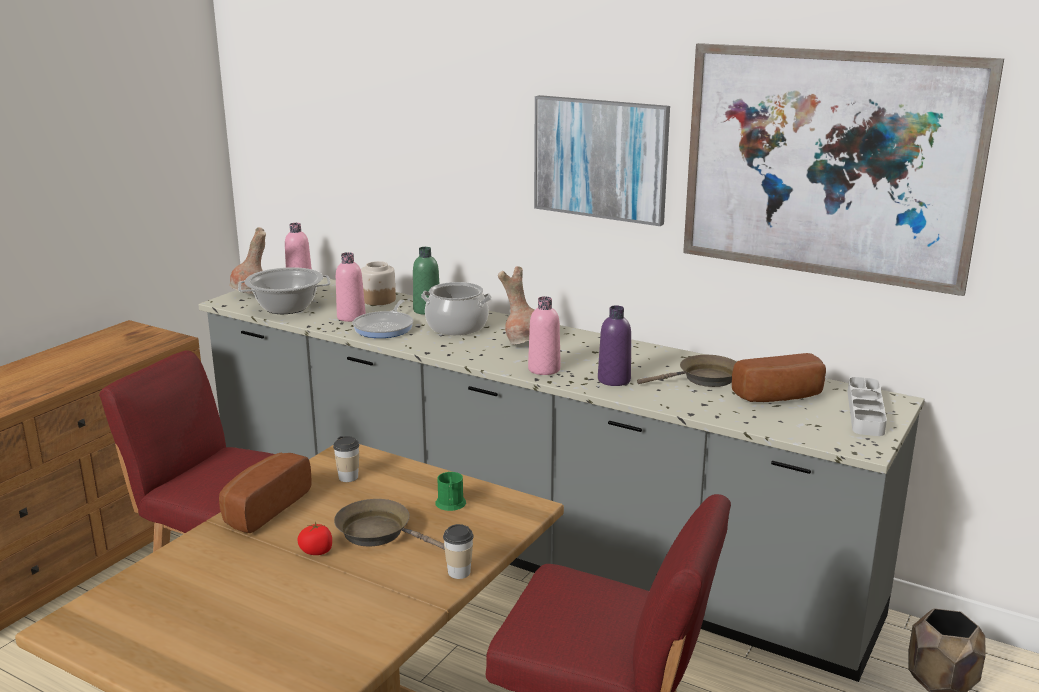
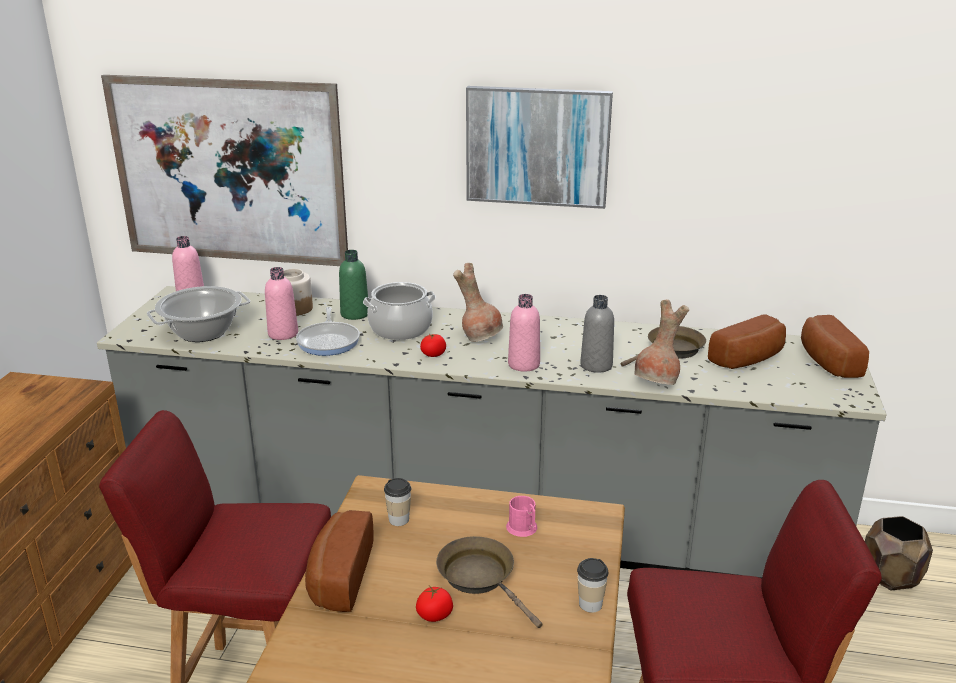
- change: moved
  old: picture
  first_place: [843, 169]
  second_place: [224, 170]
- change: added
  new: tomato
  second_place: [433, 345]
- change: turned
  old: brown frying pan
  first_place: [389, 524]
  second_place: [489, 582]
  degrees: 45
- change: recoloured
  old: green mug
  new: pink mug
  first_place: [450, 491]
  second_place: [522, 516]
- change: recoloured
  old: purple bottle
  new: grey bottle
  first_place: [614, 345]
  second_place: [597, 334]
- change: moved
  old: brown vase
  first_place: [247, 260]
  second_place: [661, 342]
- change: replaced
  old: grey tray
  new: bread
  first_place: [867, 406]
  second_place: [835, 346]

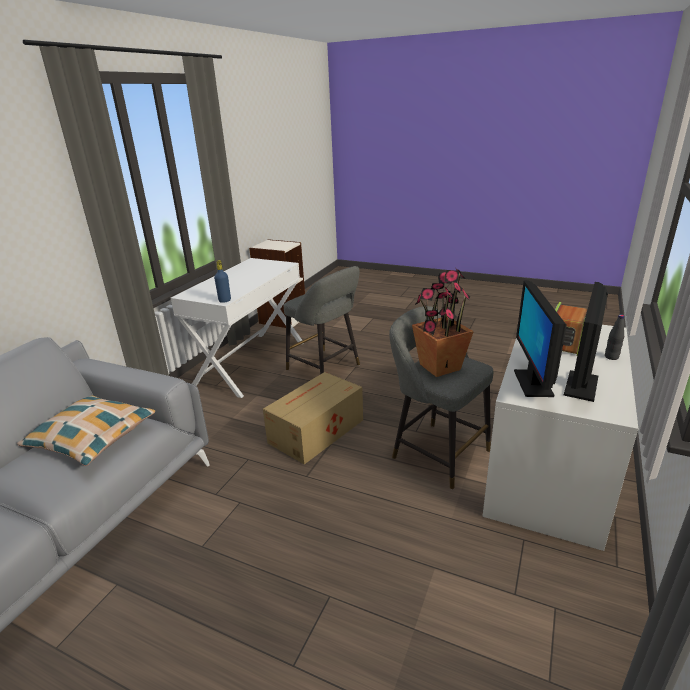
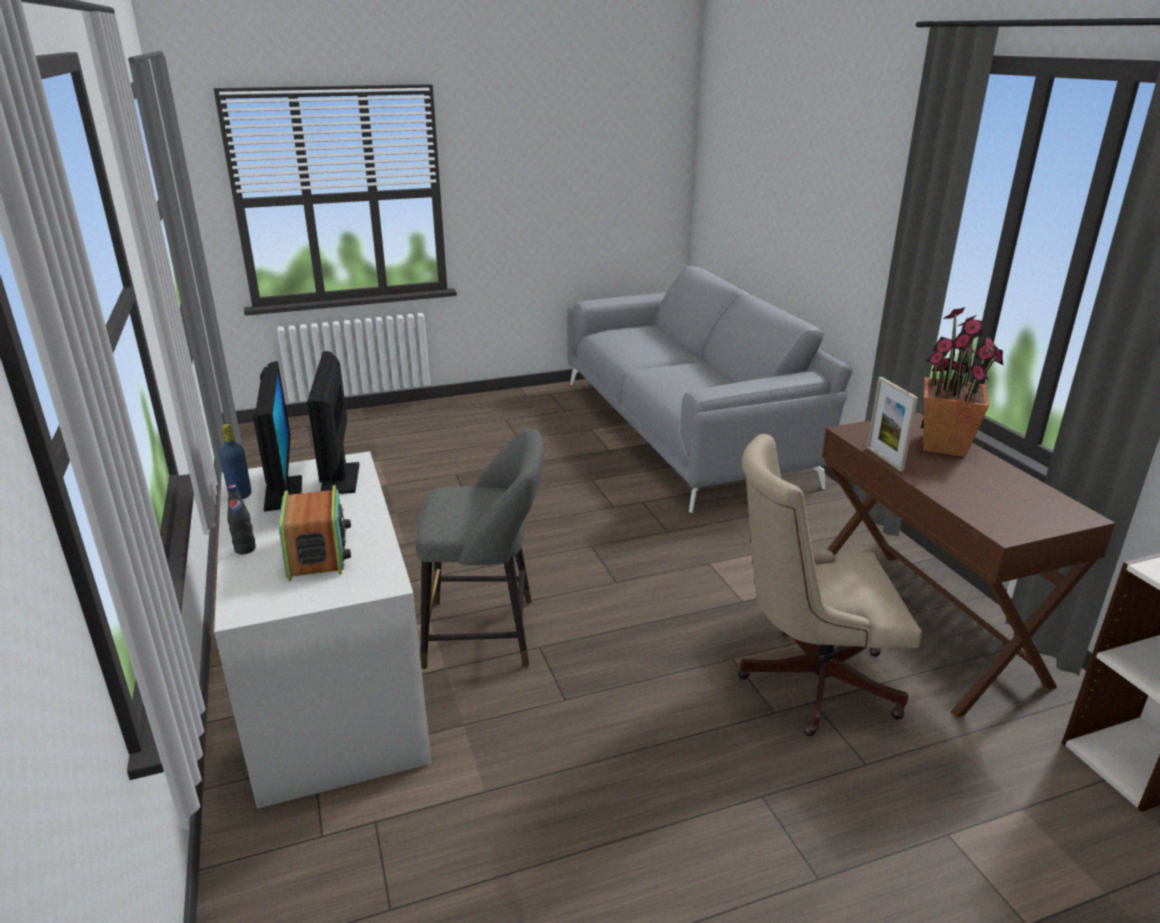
- change: moved
  old: blue bottle
  first_place: [222, 281]
  second_place: [235, 461]
- change: turned
  old: monitor
  first_place: [540, 338]
  second_place: [333, 422]
  degrees: -150
- change: replaced
  old: grey stool
  new: beige office chair
  first_place: [322, 320]
  second_place: [830, 585]
- change: recoloured
  old: white desk
  new: brown desk
  first_place: [237, 328]
  second_place: [969, 565]
- change: added
  new: picture frame
  second_place: [892, 424]
- change: moved
  old: potted plant
  first_place: [443, 323]
  second_place: [962, 382]
- change: removed
  old: pillow
  first_place: [86, 430]
- change: removed
  old: cardboard box
  first_place: [313, 418]

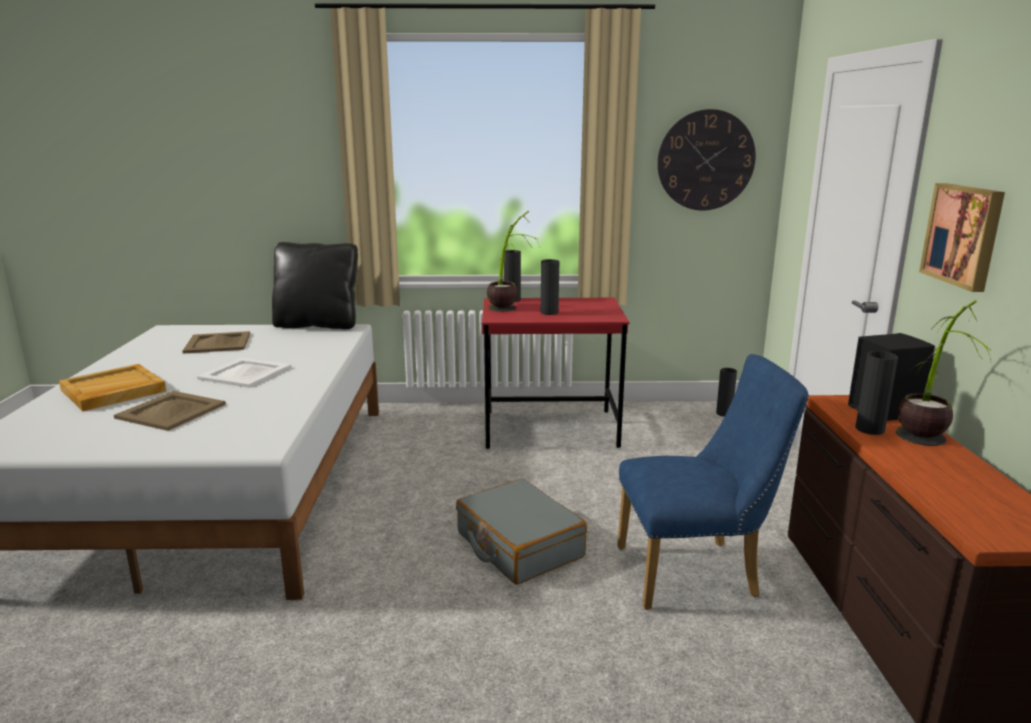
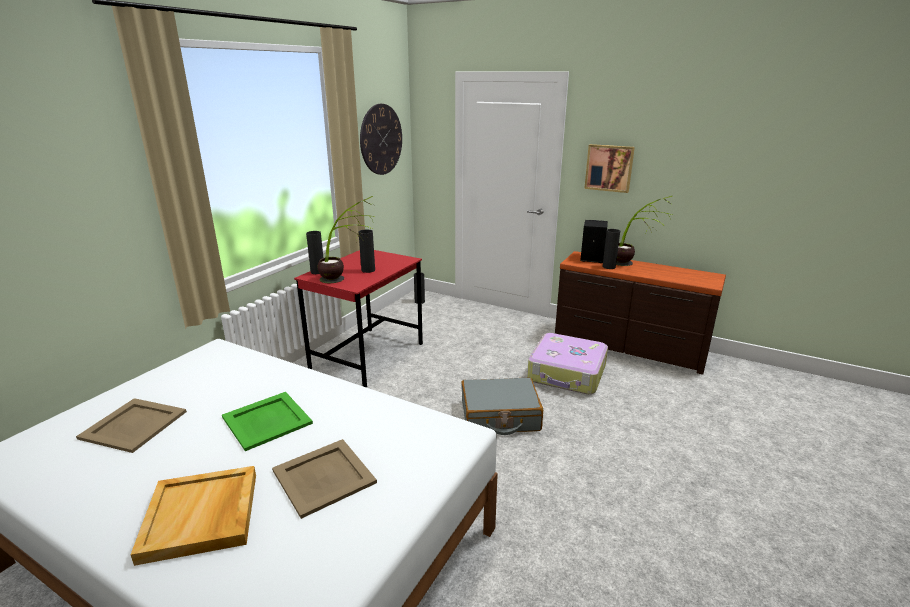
- change: recoloured
  old: white tray
  new: green tray
  first_place: [244, 373]
  second_place: [267, 421]
- change: replaced
  old: blue chair
  new: suitcase
  first_place: [713, 482]
  second_place: [567, 363]
- change: removed
  old: black pillow
  first_place: [315, 285]

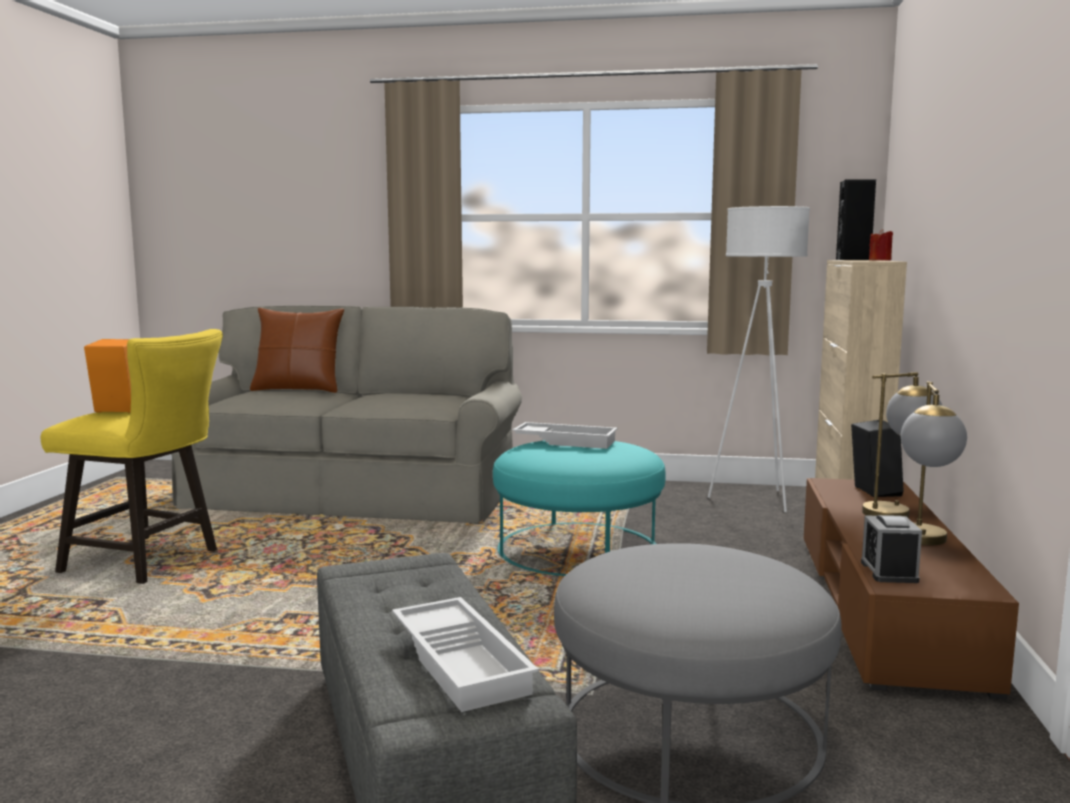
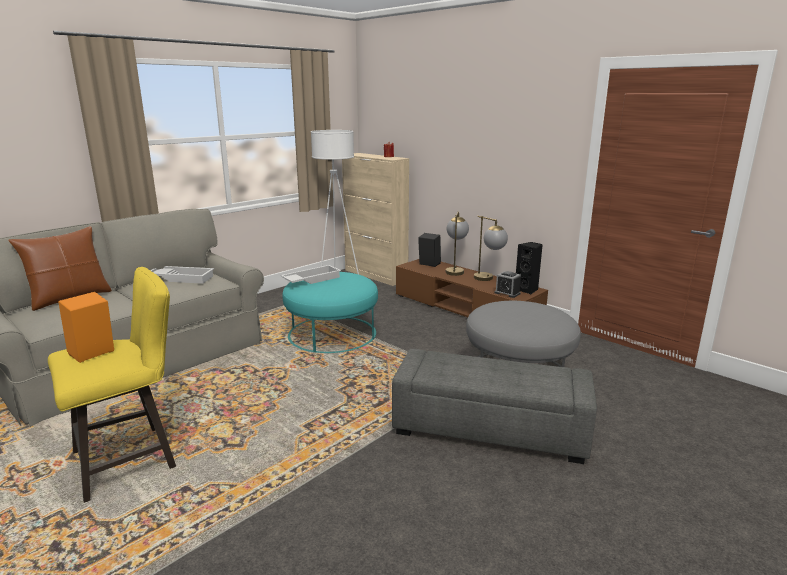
- change: moved
  old: white tray
  first_place: [465, 654]
  second_place: [182, 275]
- change: moved
  old: black speaker
  first_place: [856, 219]
  second_place: [529, 268]

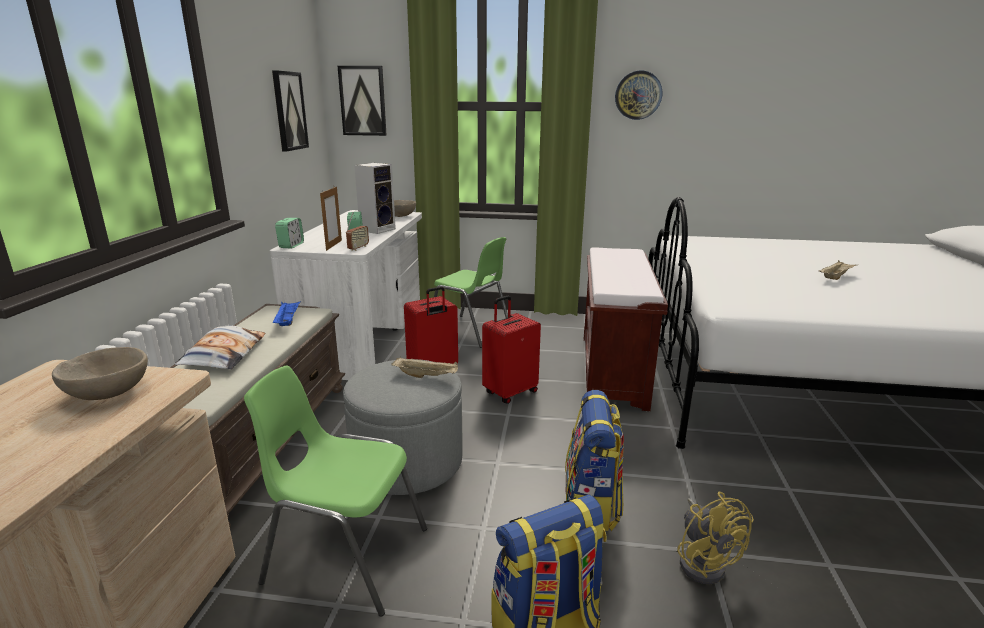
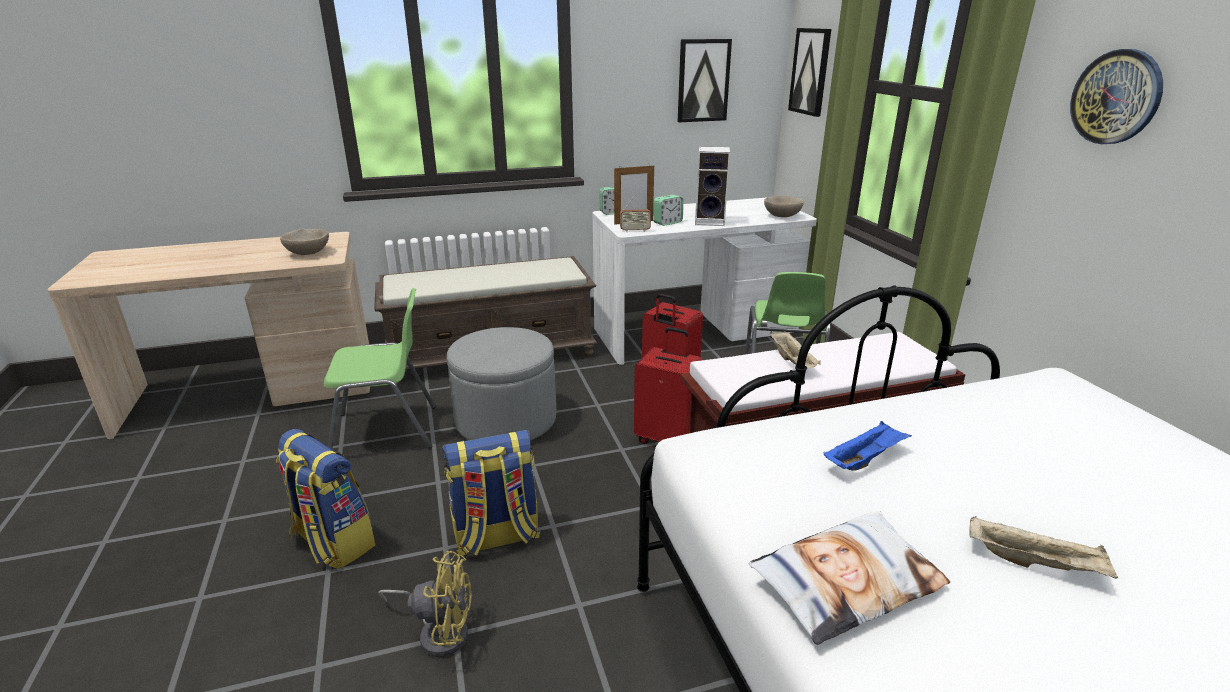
- change: turned
  old: green chair
  first_place: [335, 491]
  second_place: [380, 369]
  degrees: 90
- change: turned
  old: yellow fan
  first_place: [715, 537]
  second_place: [425, 604]
  degrees: -135
- change: moved
  old: pillow
  first_place: [220, 348]
  second_place: [849, 578]
- change: moved
  old: beige tray
  first_place: [424, 367]
  second_place: [795, 349]
- change: moved
  old: blue tray
  first_place: [287, 313]
  second_place: [868, 446]

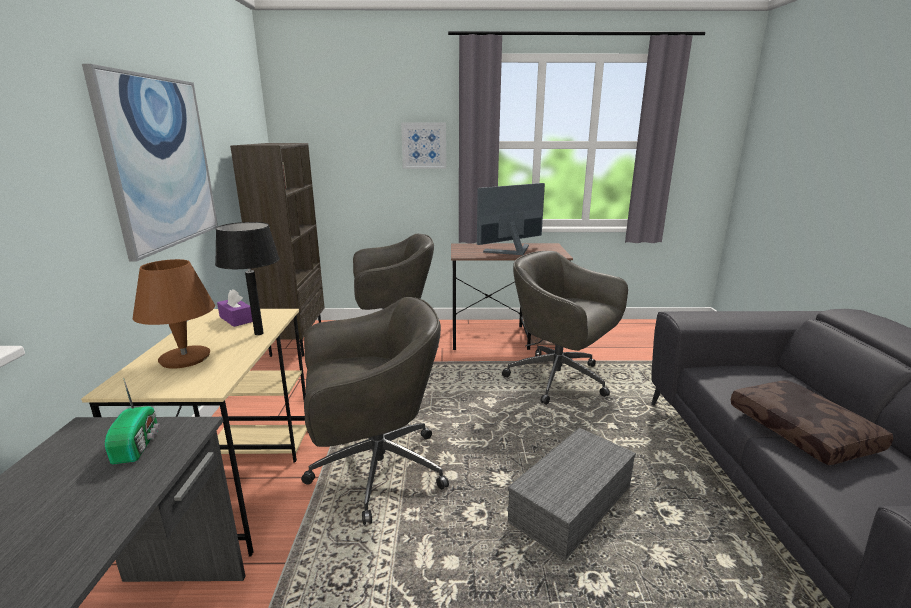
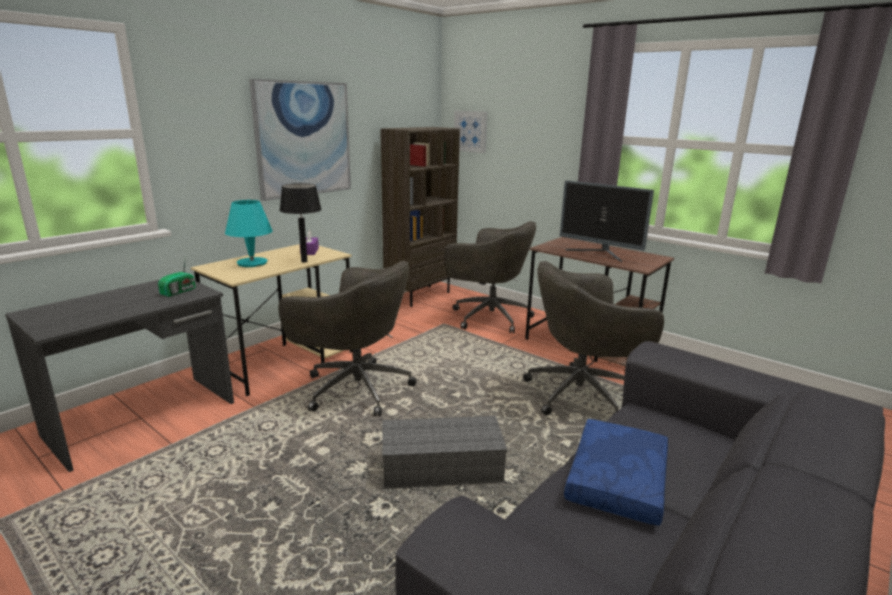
- change: recoloured
  old: brown table lamp
  new: turquoise table lamp
  first_place: [174, 314]
  second_place: [249, 233]
- change: moved
  old: picture
  first_place: [423, 145]
  second_place: [471, 132]
- change: turned
  old: grey office chair
  first_place: [565, 328]
  second_place: [593, 338]
  degrees: -90
- change: turned
  old: monitor
  first_place: [511, 219]
  second_place: [607, 221]
  degrees: -150
- change: recoloured
  old: brown pillow
  new: blue pillow
  first_place: [812, 422]
  second_place: [616, 472]

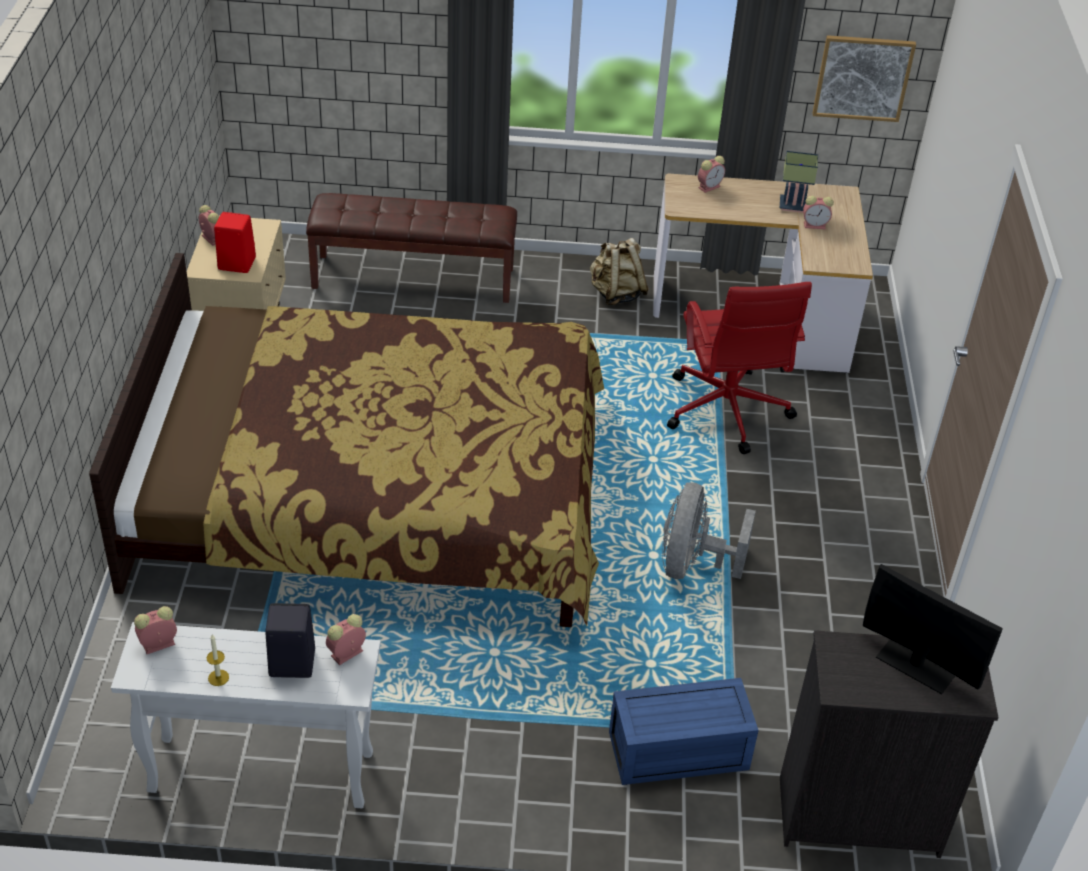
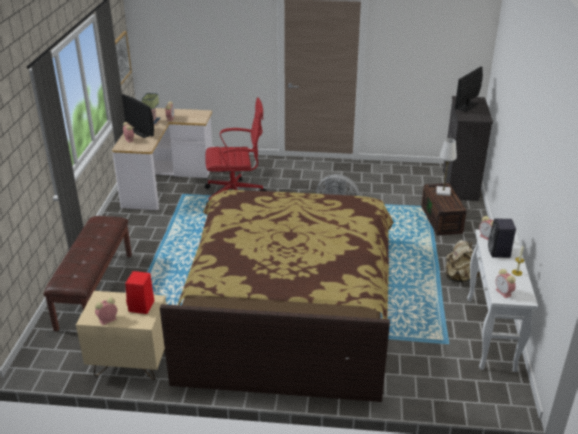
- change: added
  new: monitor
  second_place: [138, 116]
- change: recoloured
  old: blue storage box
  new: brown storage box
  first_place: [684, 731]
  second_place: [444, 209]
- change: added
  new: white table lamp
  second_place: [446, 167]
- change: moved
  old: beige backpack
  first_place: [619, 271]
  second_place: [462, 261]

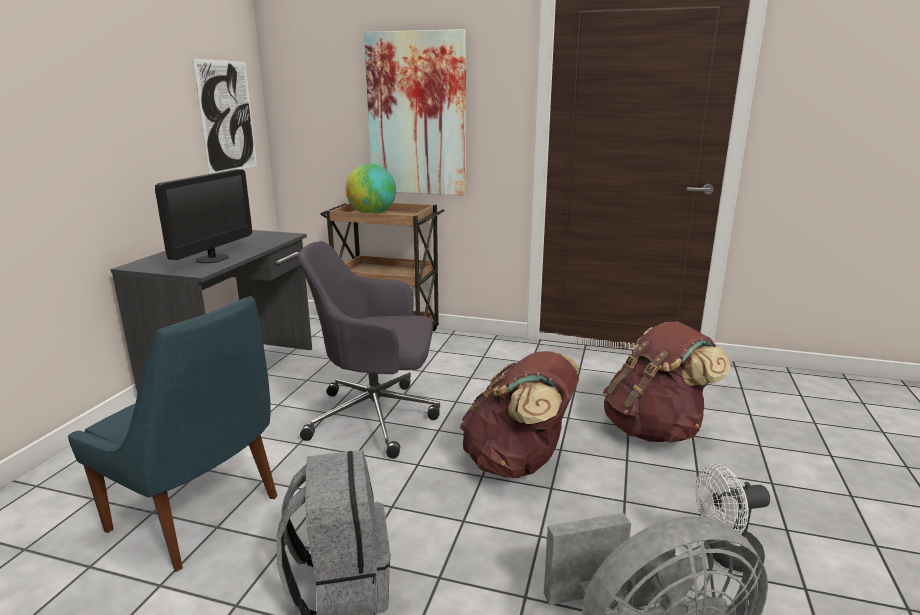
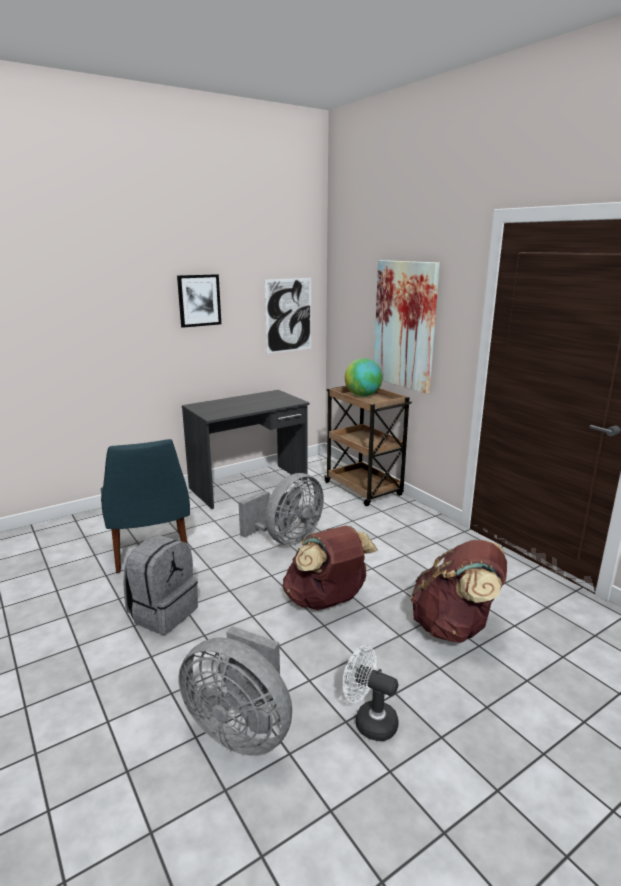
- change: added
  new: picture
  second_place: [199, 301]
- change: replaced
  old: grey office chair
  new: grey fan
  first_place: [369, 350]
  second_place: [281, 509]
- change: removed
  old: monitor
  first_place: [203, 216]

